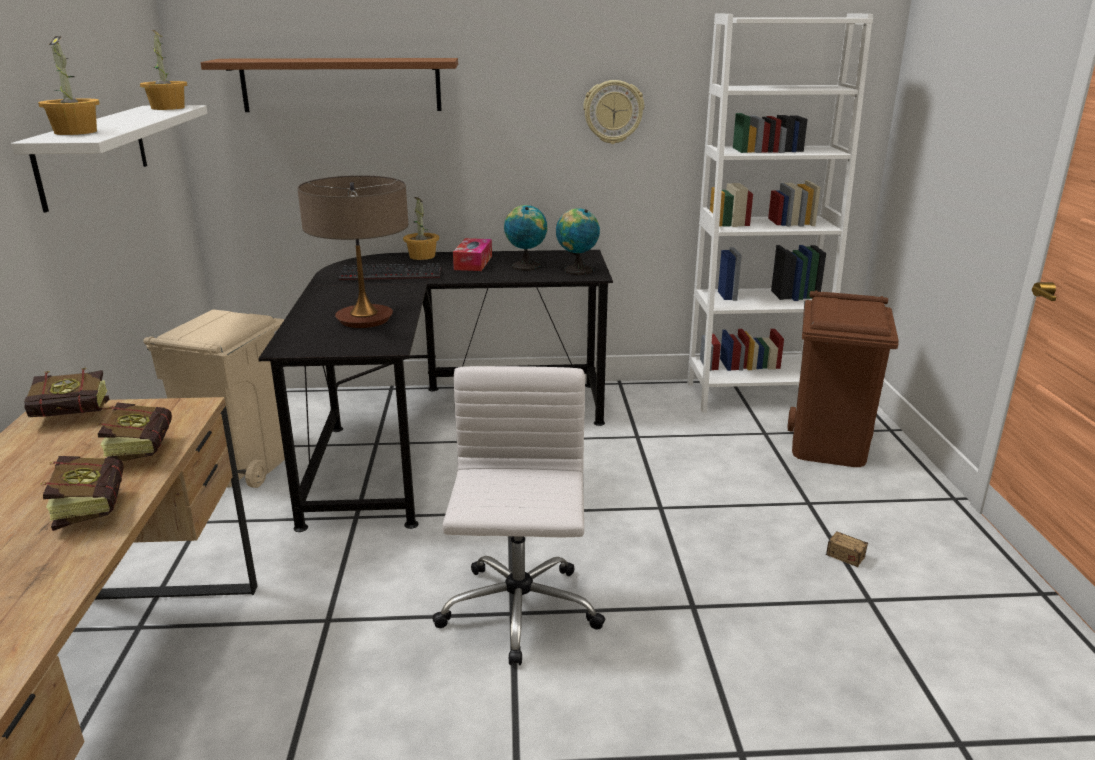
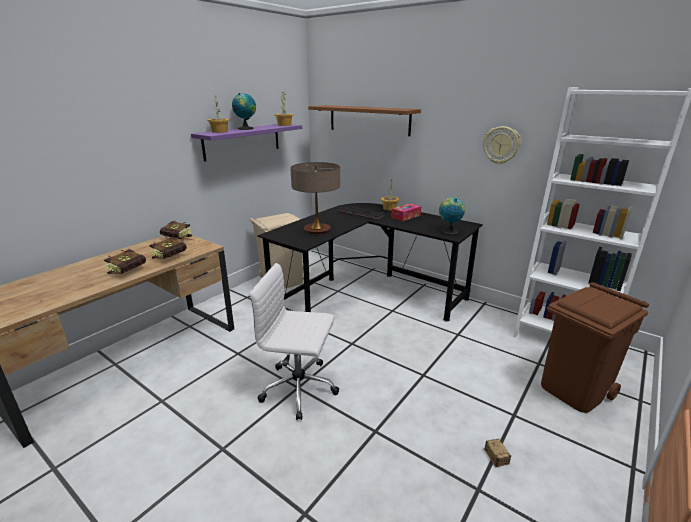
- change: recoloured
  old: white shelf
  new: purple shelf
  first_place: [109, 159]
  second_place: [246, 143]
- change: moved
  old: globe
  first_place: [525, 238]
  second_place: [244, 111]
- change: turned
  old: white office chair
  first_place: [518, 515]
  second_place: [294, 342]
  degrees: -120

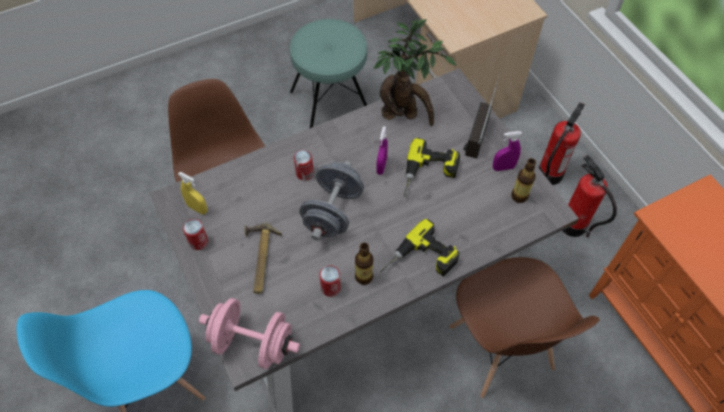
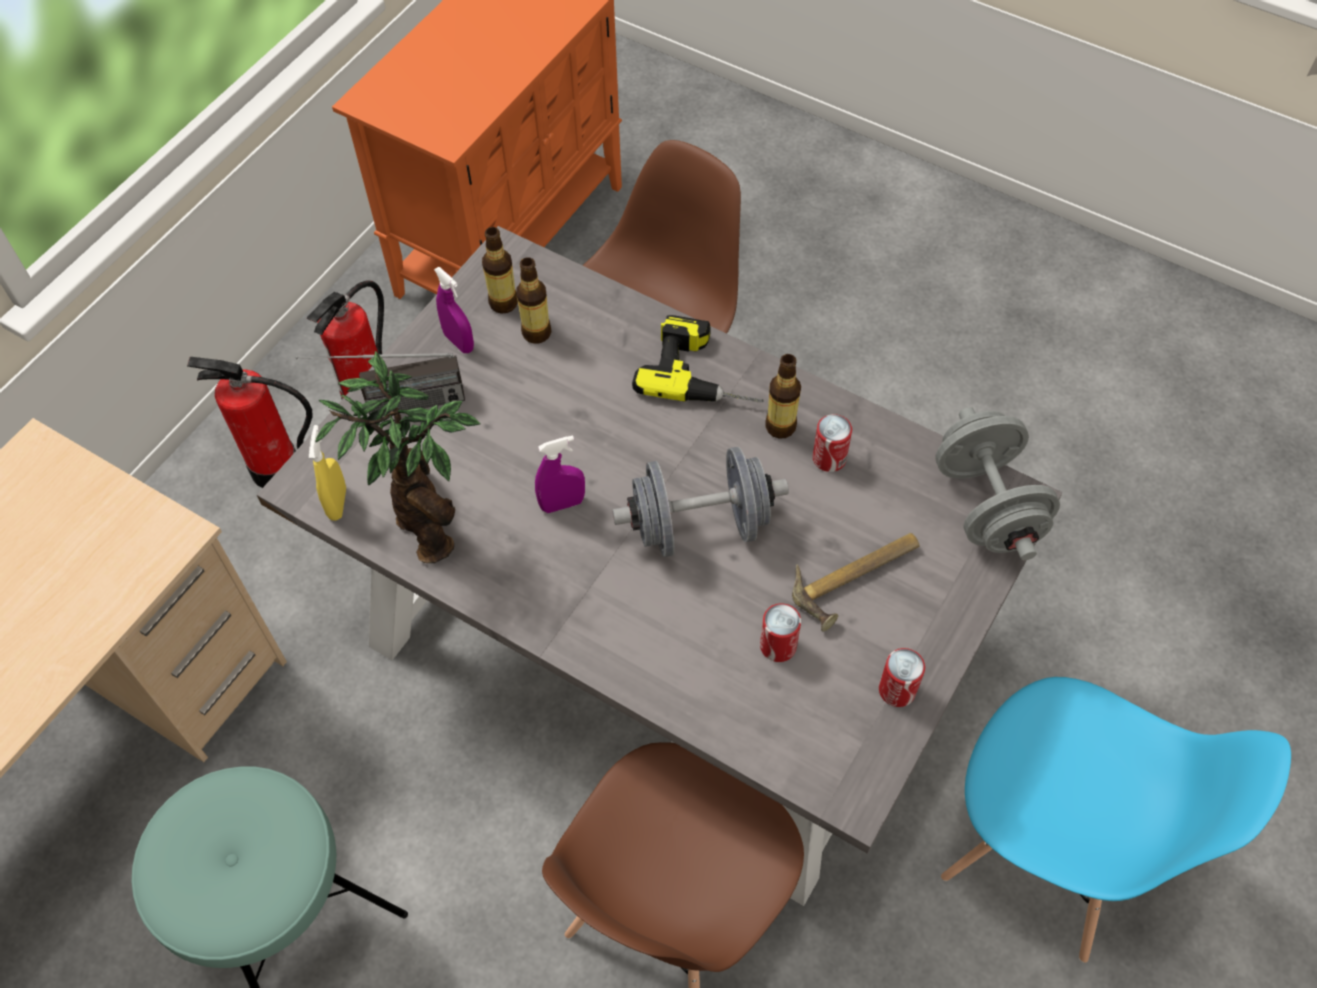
- change: moved
  old: yellow spray bottle
  first_place: [192, 193]
  second_place: [327, 473]
- change: added
  new: bottle
  second_place: [533, 300]
- change: moved
  old: can
  first_place: [304, 165]
  second_place: [780, 632]
- change: recoloured
  old: pink dumbbell
  new: grey dumbbell
  first_place: [249, 333]
  second_place: [997, 483]
- change: removed
  old: power drill
  first_place: [431, 167]

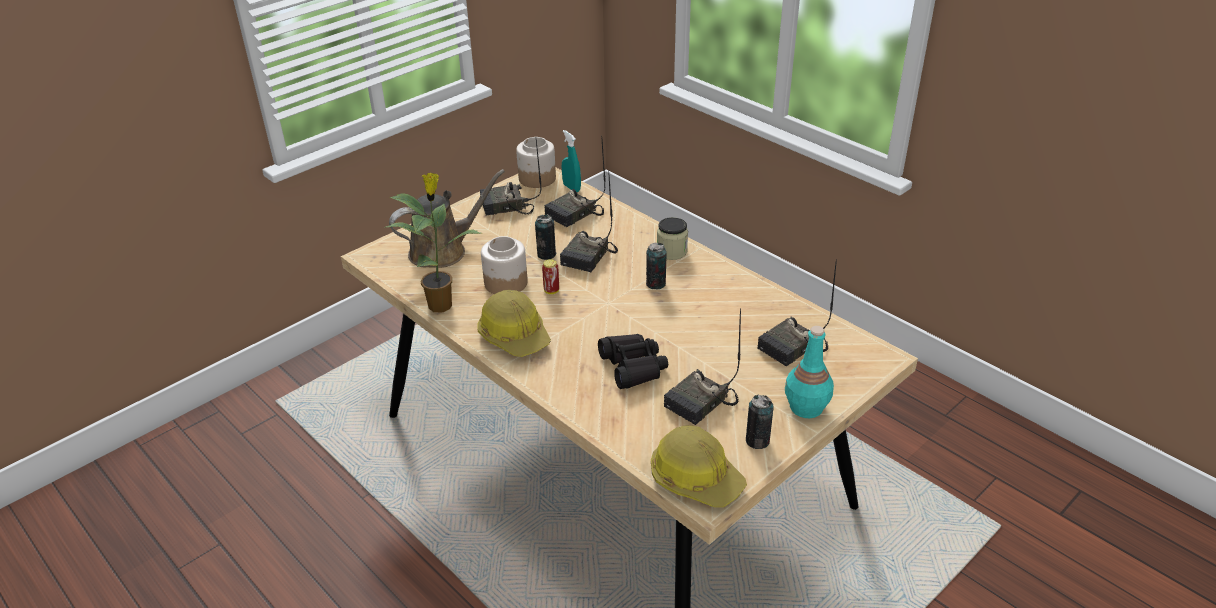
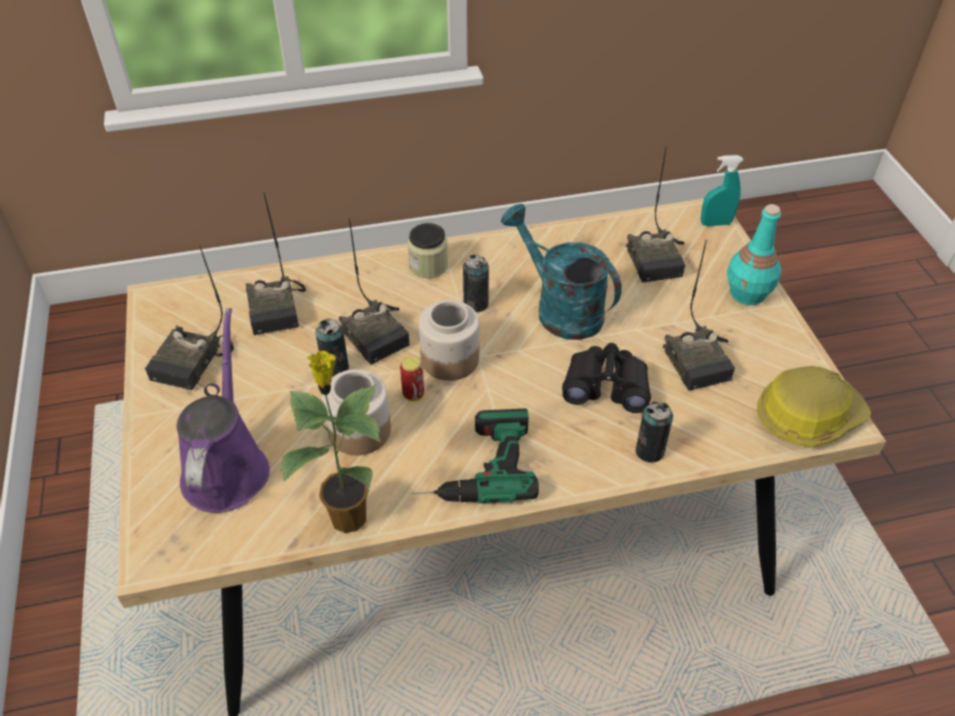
- change: recoloured
  old: brown watering can
  new: purple watering can
  first_place: [447, 218]
  second_place: [223, 410]
- change: replaced
  old: hard hat
  new: power drill
  first_place: [514, 323]
  second_place: [475, 456]
- change: moved
  old: jar
  first_place: [536, 162]
  second_place: [449, 340]
- change: added
  new: turquoise watering can
  second_place: [561, 272]
- change: moved
  old: can
  first_place: [760, 421]
  second_place: [654, 432]
- change: moved
  old: turquoise spray bottle
  first_place: [571, 161]
  second_place: [721, 190]

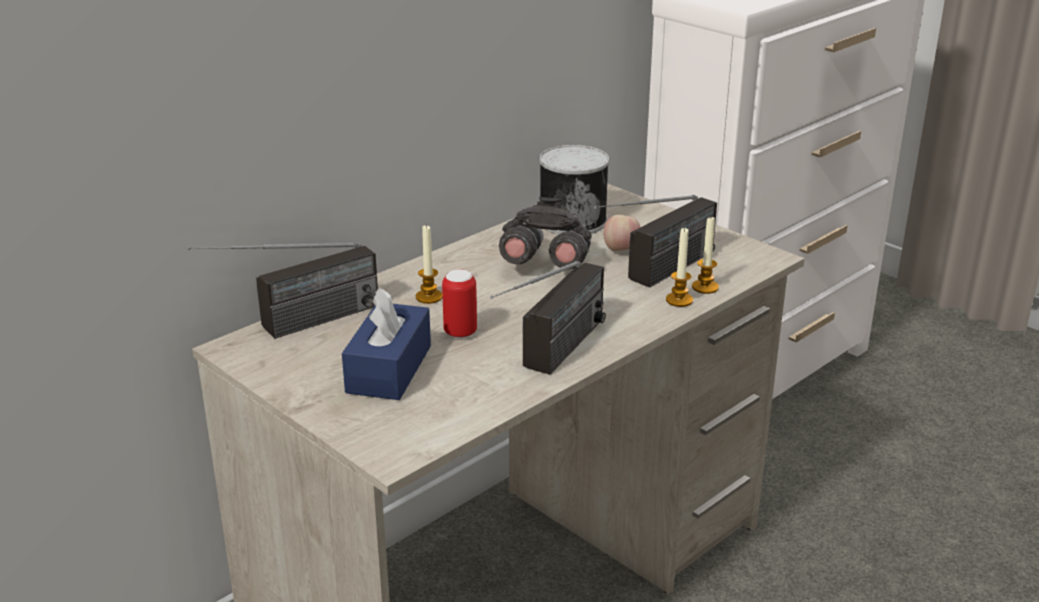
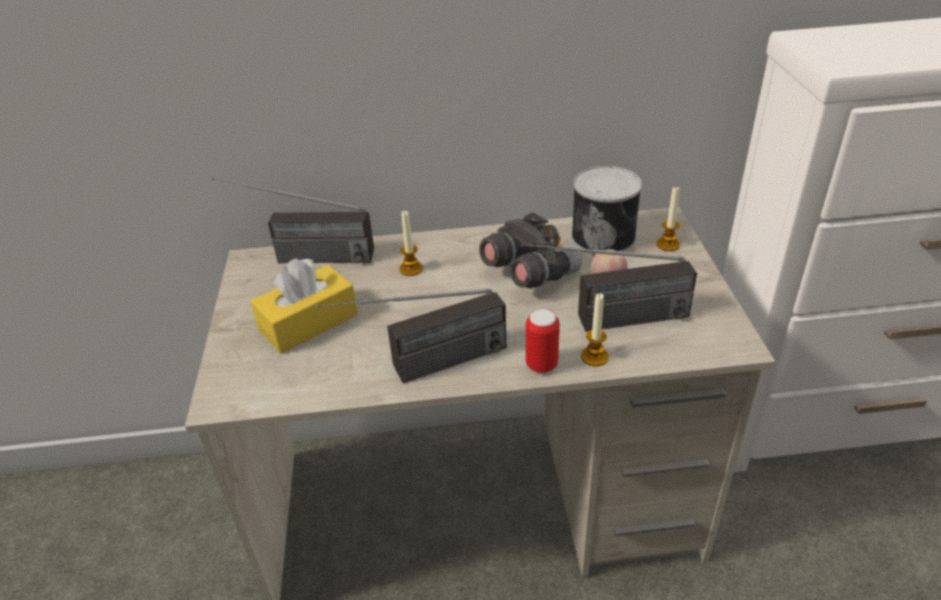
- change: recoloured
  old: blue tissue box
  new: yellow tissue box
  first_place: [386, 343]
  second_place: [304, 306]
- change: moved
  old: can
  first_place: [459, 303]
  second_place: [543, 341]
- change: moved
  old: candle
  first_place: [705, 255]
  second_place: [668, 218]

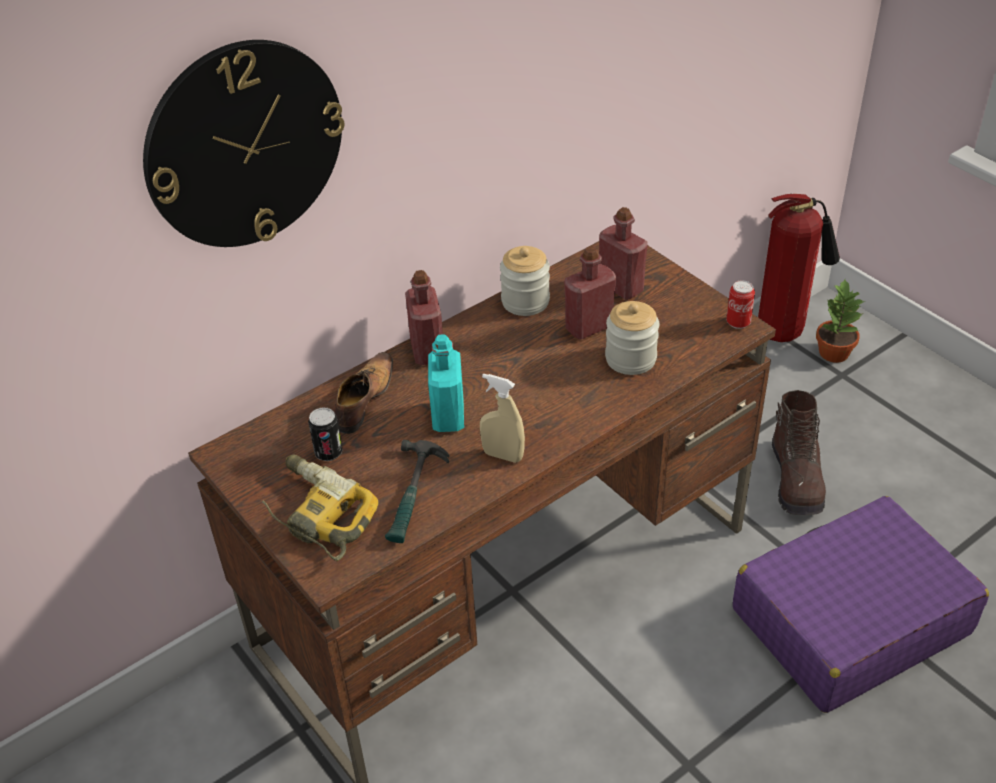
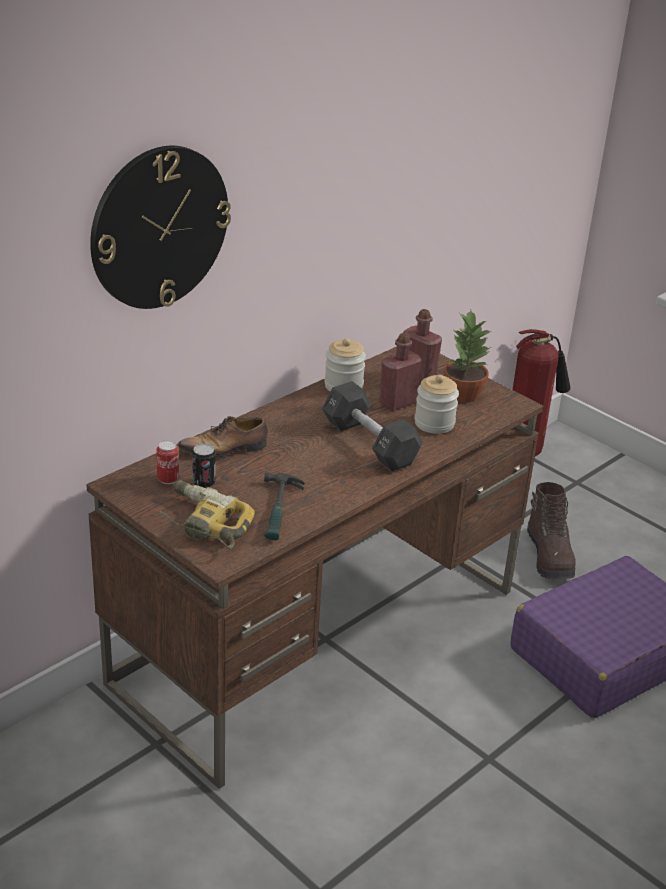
- change: moved
  old: can
  first_place: [740, 304]
  second_place: [167, 462]
- change: turned
  old: shoe
  first_place: [363, 393]
  second_place: [223, 436]
  degrees: -120
- change: added
  new: black dumbbell
  second_place: [372, 426]
- change: moved
  old: potted plant
  first_place: [840, 321]
  second_place: [467, 356]
- change: removed
  old: red bottle
  first_place: [424, 317]
- change: removed
  old: turquoise bottle
  first_place: [446, 383]
- change: removed
  old: beige spray bottle
  first_place: [502, 418]

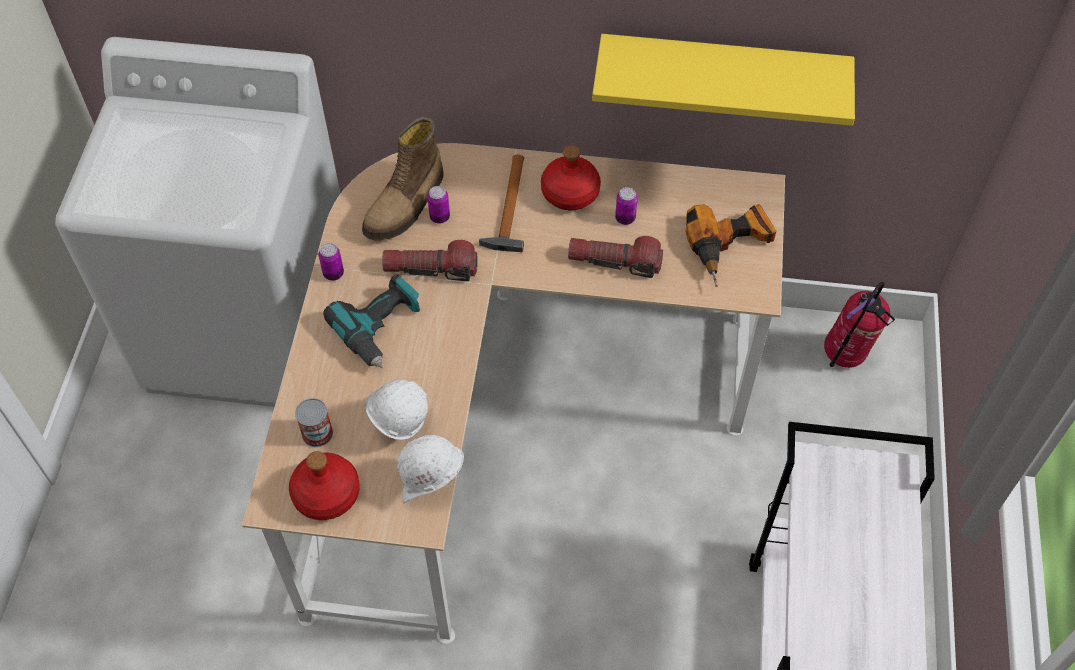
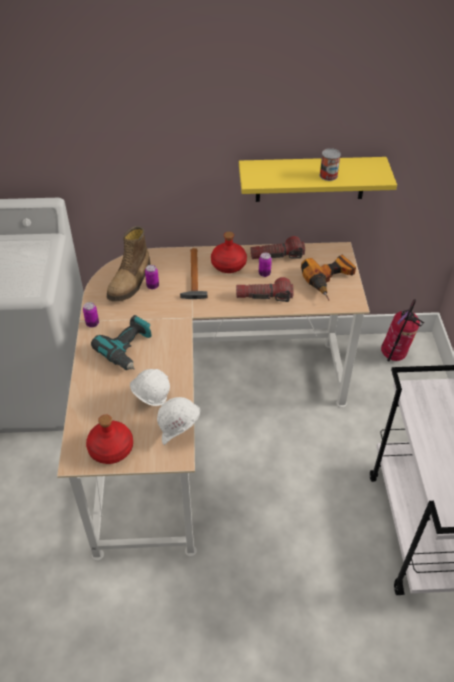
- change: moved
  old: flashlight
  first_place: [430, 260]
  second_place: [278, 247]
- change: moved
  old: can
  first_place: [314, 422]
  second_place: [330, 164]

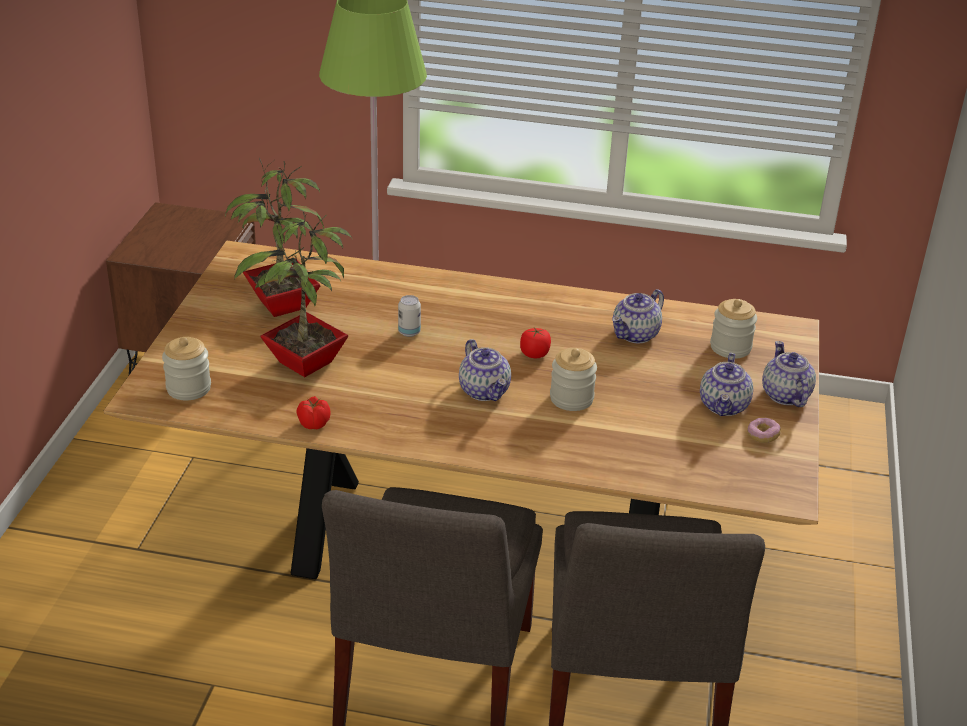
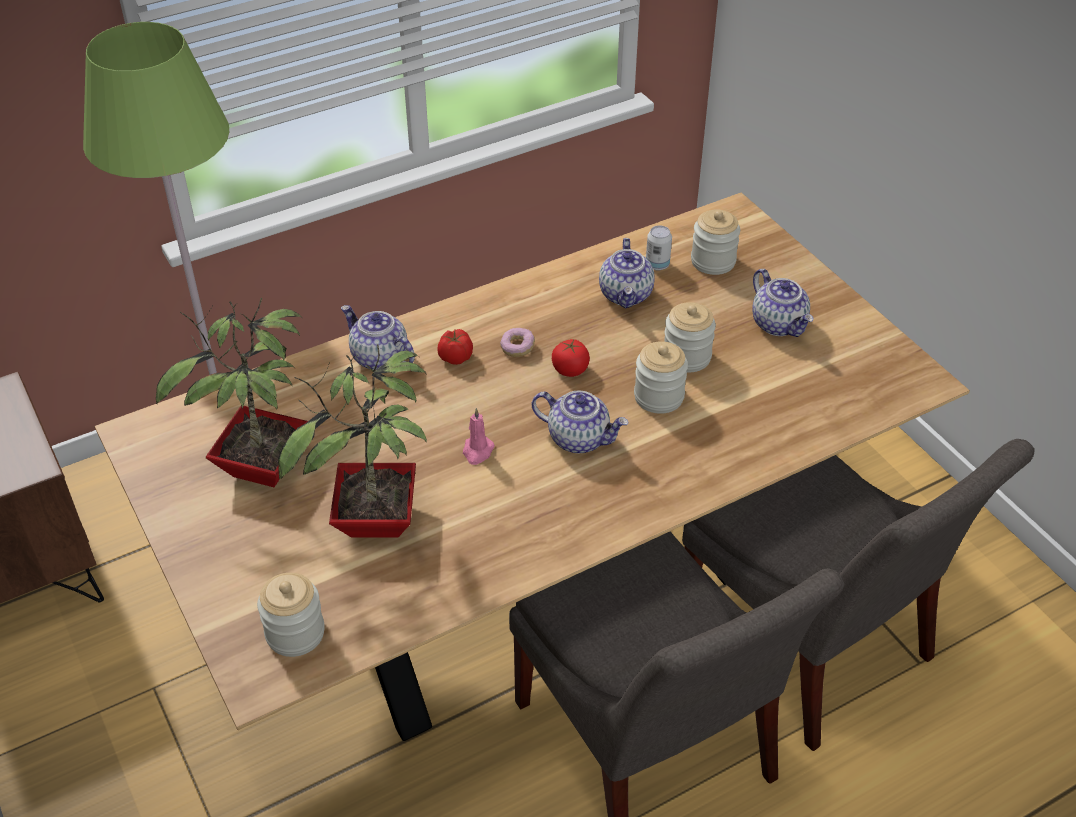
- change: moved
  old: teapot
  first_place: [789, 374]
  second_place: [378, 337]
- change: moved
  old: tomato
  first_place: [313, 412]
  second_place: [455, 347]
- change: added
  new: pink candle
  second_place: [479, 436]
- change: moved
  old: donut
  first_place: [764, 430]
  second_place: [517, 342]
- change: moved
  old: can
  first_place: [409, 316]
  second_place: [659, 248]
- change: added
  new: jar
  second_place: [690, 337]

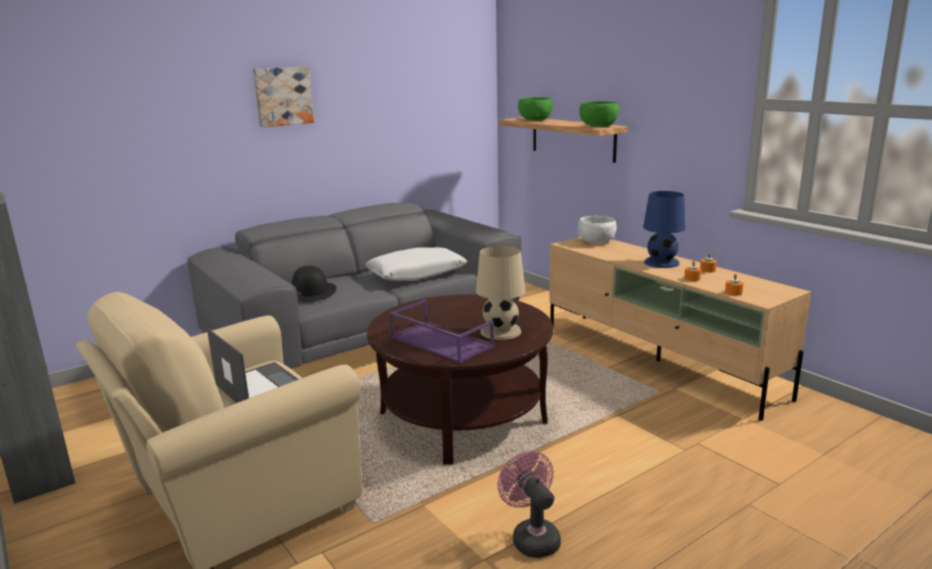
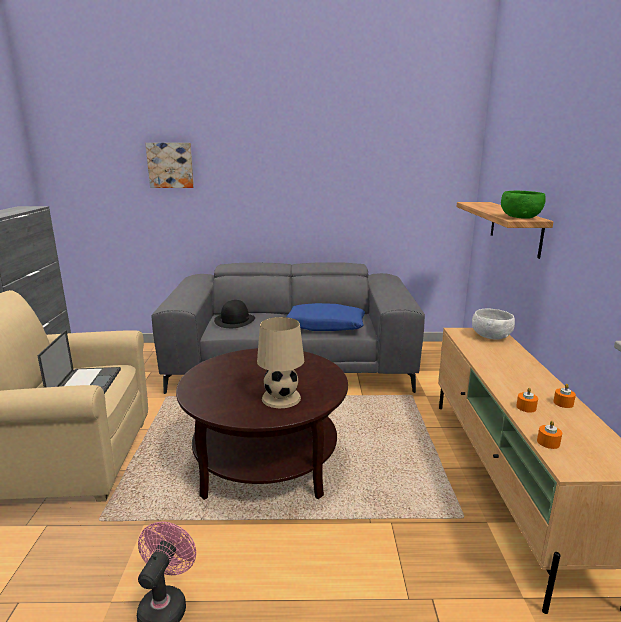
- change: moved
  old: picture
  first_place: [283, 97]
  second_place: [169, 165]
- change: recoloured
  old: white pillow
  new: blue pillow
  first_place: [416, 264]
  second_place: [325, 317]
- change: removed
  old: purple tray
  first_place: [441, 331]
- change: removed
  old: green bowl
  first_place: [535, 109]
- change: removed
  old: blue table lamp
  first_place: [664, 229]

